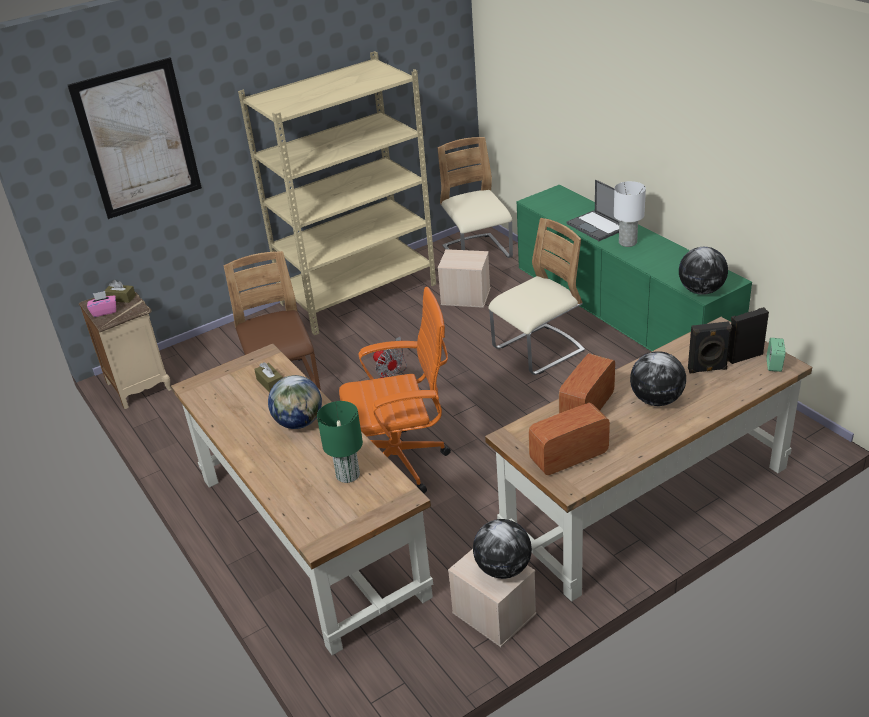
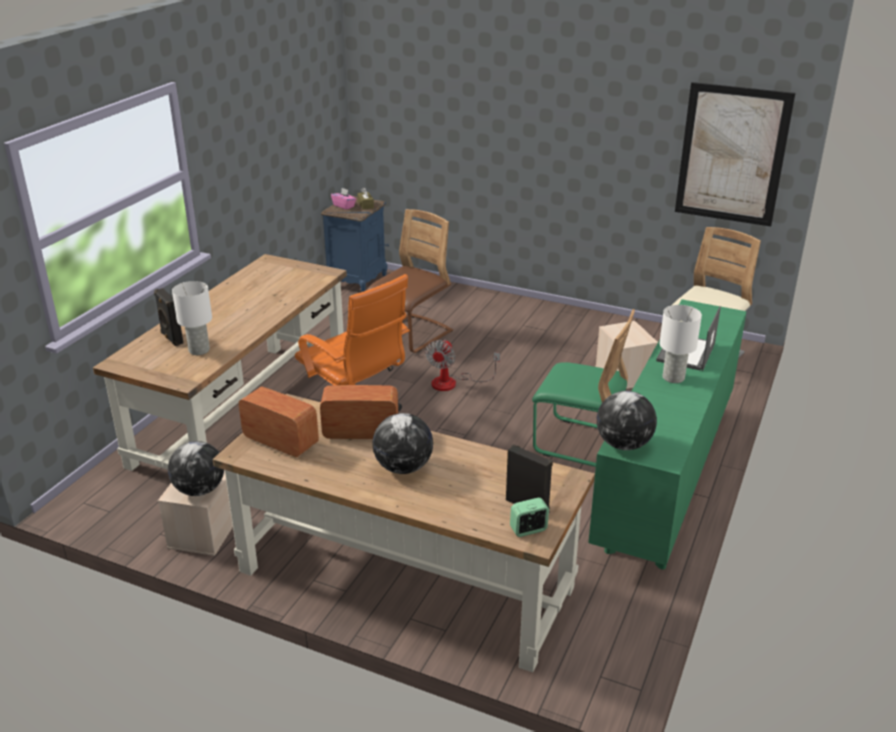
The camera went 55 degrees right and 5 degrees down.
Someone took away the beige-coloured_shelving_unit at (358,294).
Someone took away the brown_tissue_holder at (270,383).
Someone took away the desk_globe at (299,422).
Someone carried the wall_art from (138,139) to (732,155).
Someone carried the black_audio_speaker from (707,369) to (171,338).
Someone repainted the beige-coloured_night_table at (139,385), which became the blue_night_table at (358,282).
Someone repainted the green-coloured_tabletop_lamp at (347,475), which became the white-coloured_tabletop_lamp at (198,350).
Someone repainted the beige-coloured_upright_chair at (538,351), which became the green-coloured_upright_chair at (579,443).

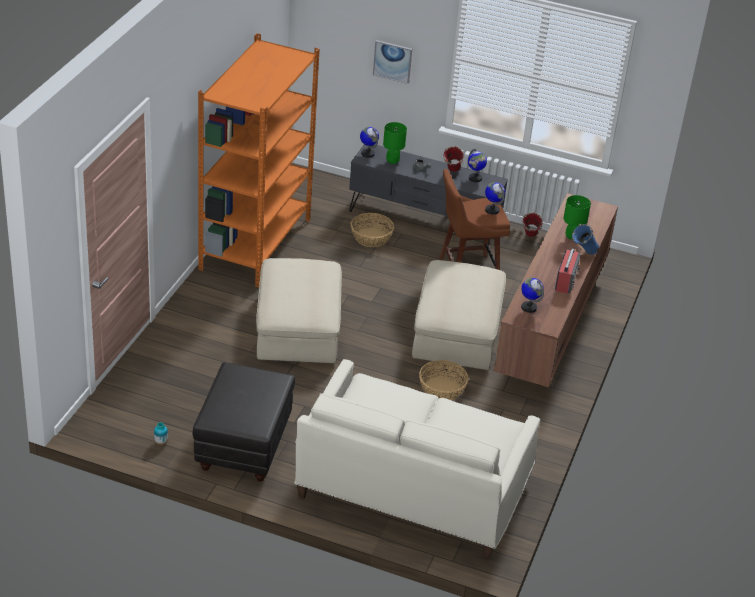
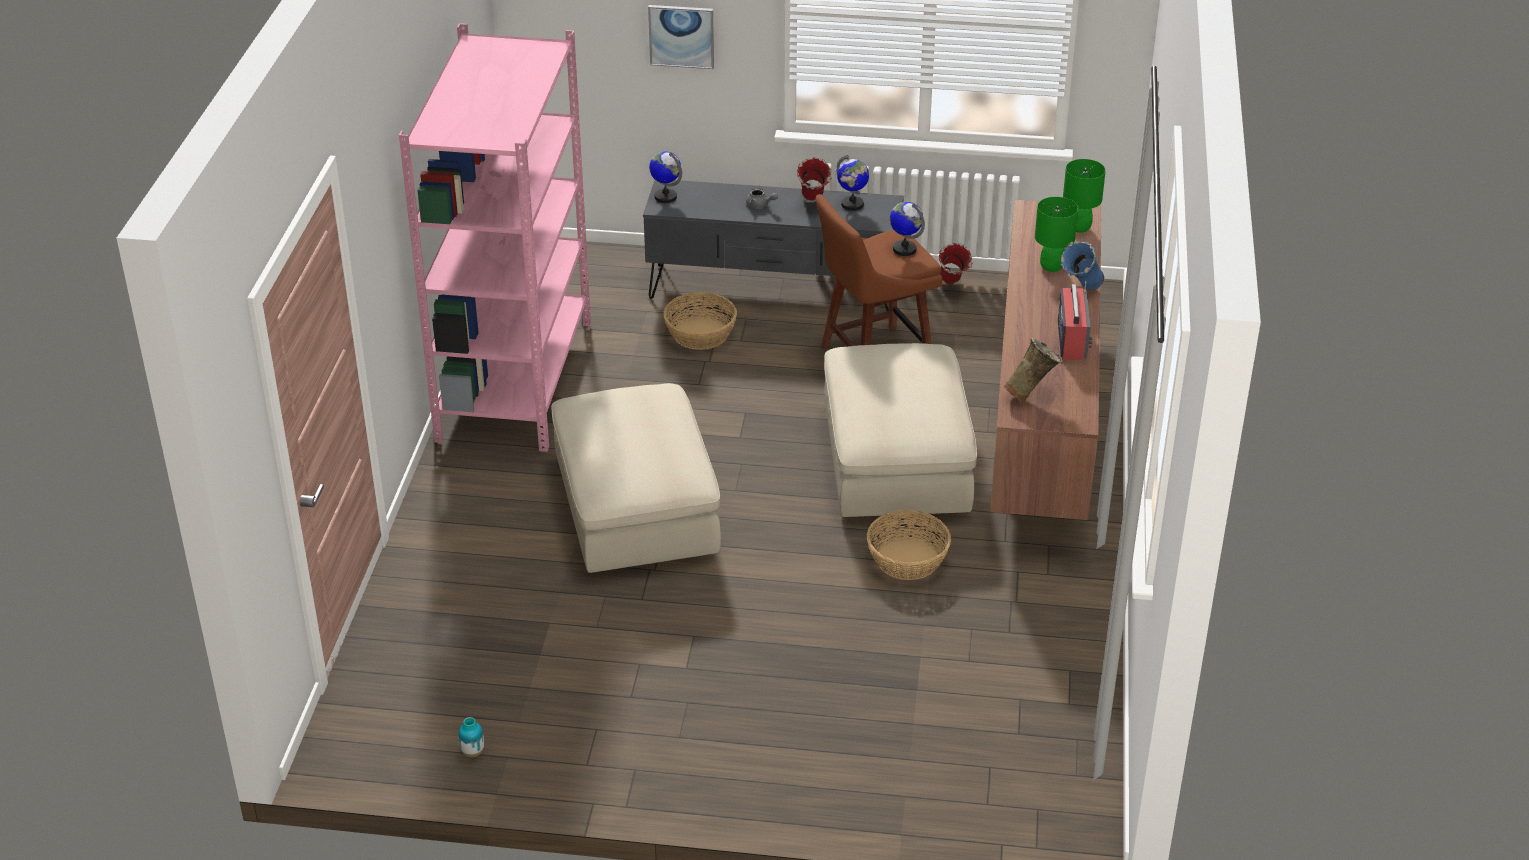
The camera went 10 degrees left and 0 degrees up.
Someone took away the black_footrest at (244,446).
Someone took away the white-coloured_couch at (411,490).
Someone carried the green-coloured_tabletop_lamp from (392,162) to (1079,229).
Someone swapped the desk_globe at (529,307) for the beige-coloured_decorative_vase at (1031,394).
Someone repainted the orangey_shelving_unit at (255,244), which became the pink-coloured_shelving_unit at (515,381).

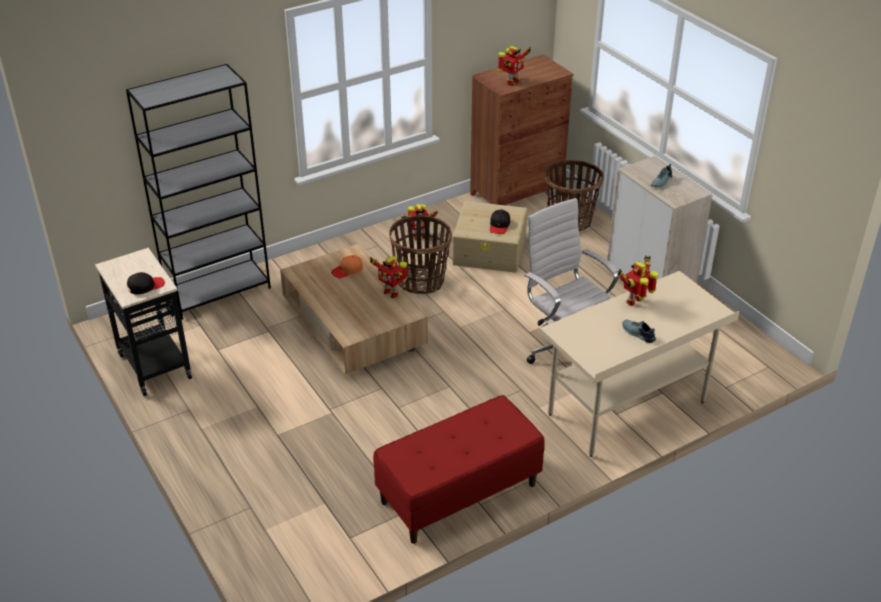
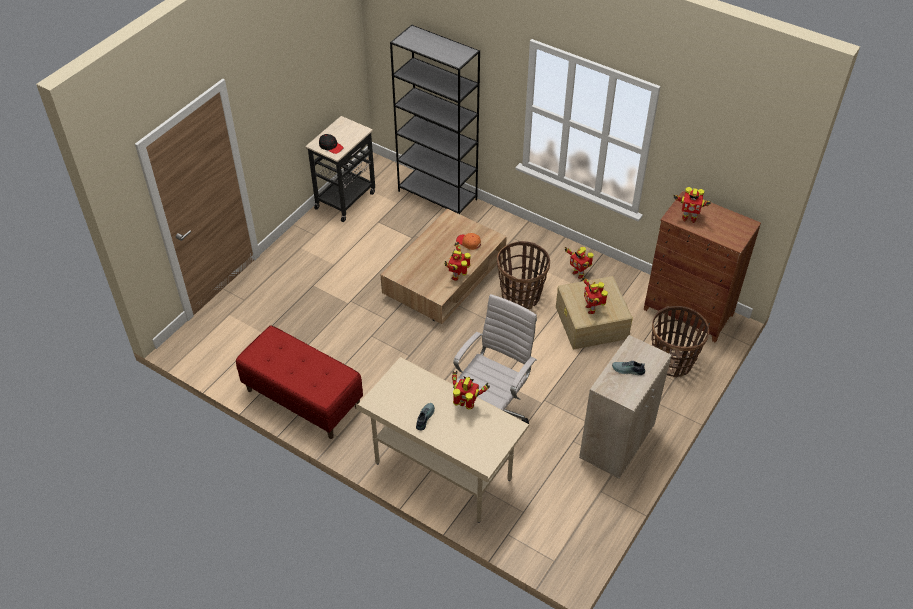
The camera went 65 degrees right and 10 degrees up.
Someone swapped the black_baseball_cap at (499,226) for the model_robot at (591,308).

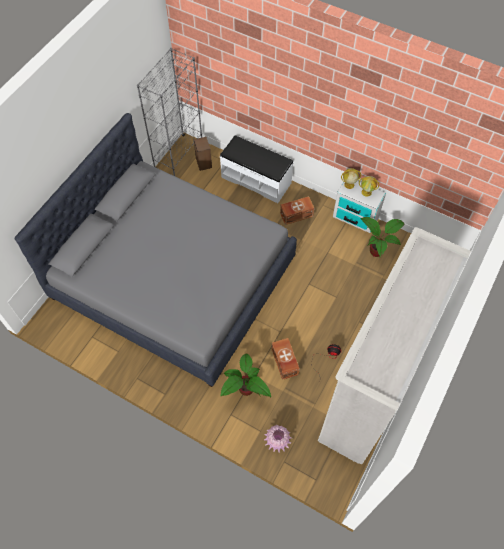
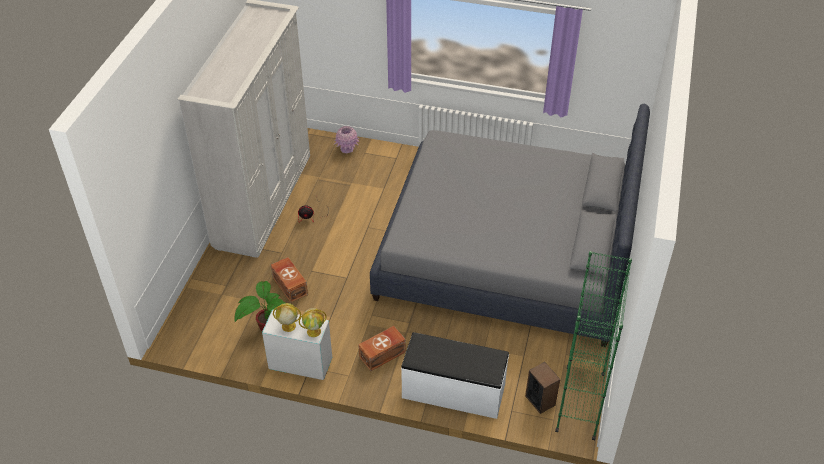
The camera went 165 degrees right and 15 degrees down.
Someone took away the plant_in_a_pot at (244,391).
Someone carried the brown_storage_container from (284,362) to (290,285).
Someone repainted the greyish_shelving_unit at (179,157), which became the green-coloured_shelving_unit at (580,401).

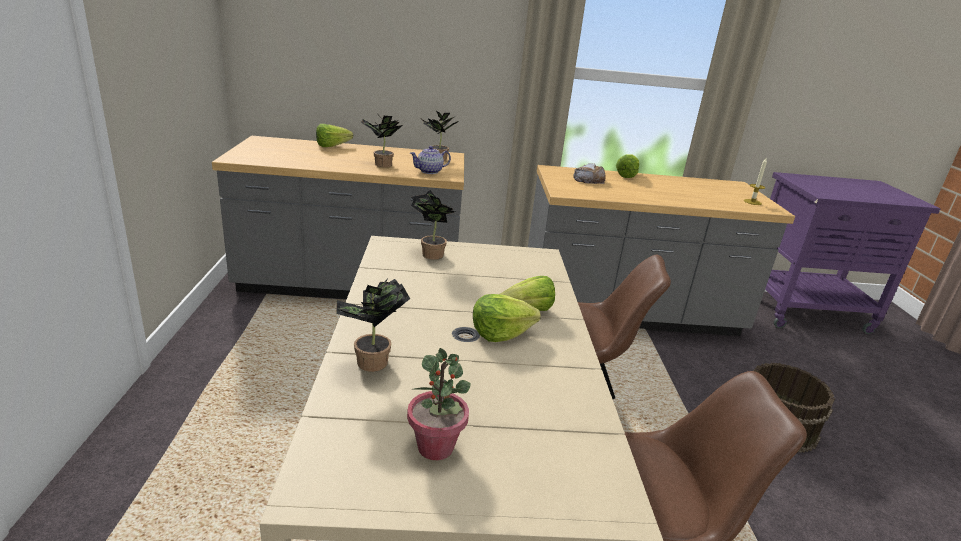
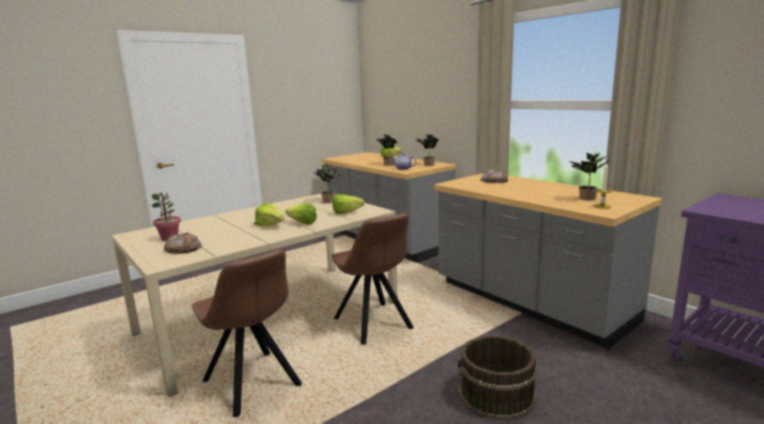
The camera went 55 degrees right and 10 degrees down.
Someone put down the bakery_bread at (183,249).
Someone carried the plant_in_a_pot from (371,365) to (586,199).
Someone carried the head_of_lettuce from (628,175) to (349,212).

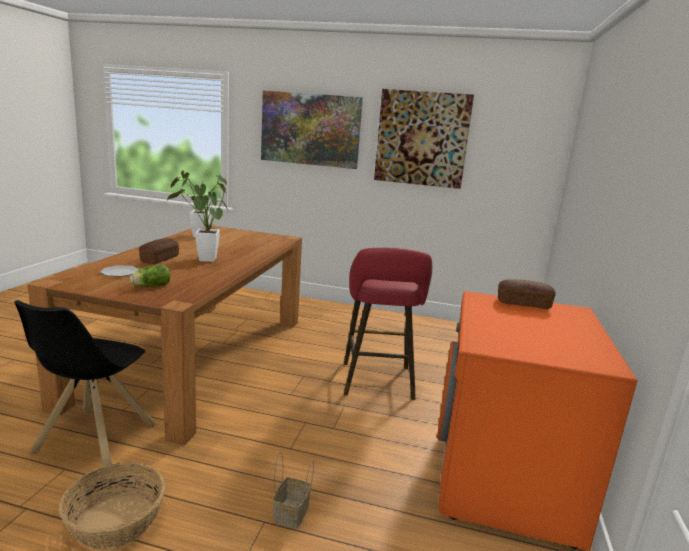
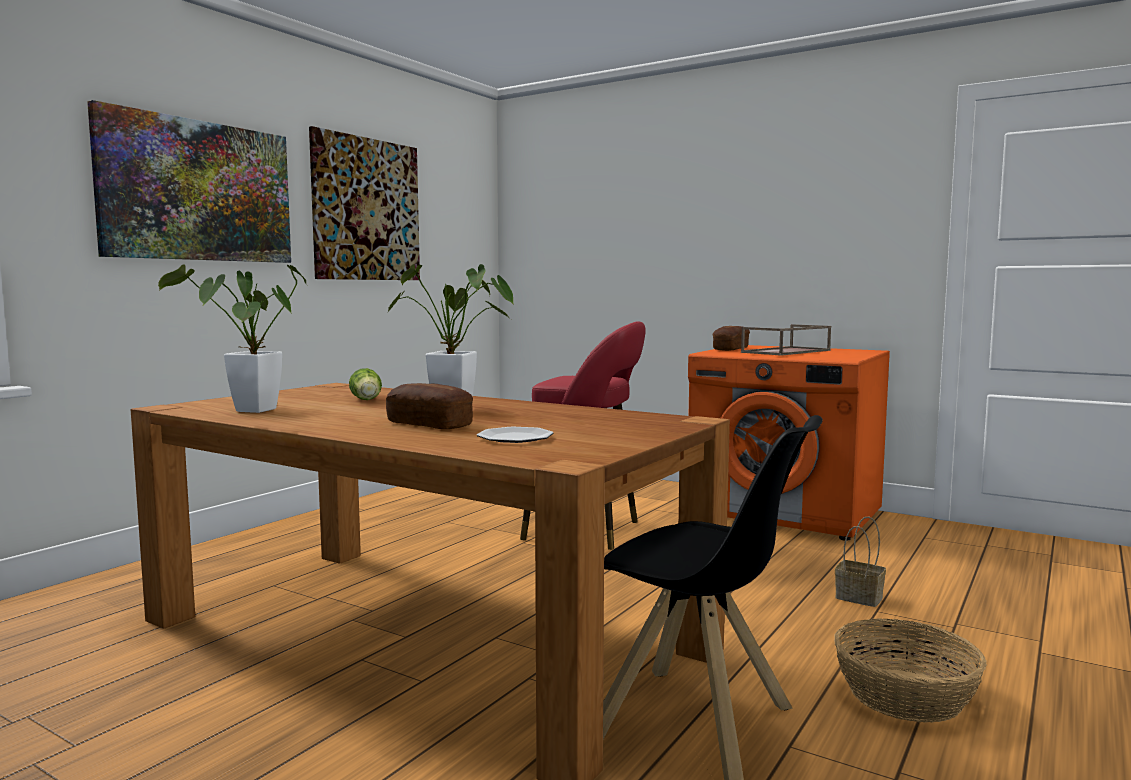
The camera went 70 degrees left and 10 degrees down.
Someone put down the brown_tray at (786,351).
Someone carried the head_of_lettuce from (150,286) to (366,400).

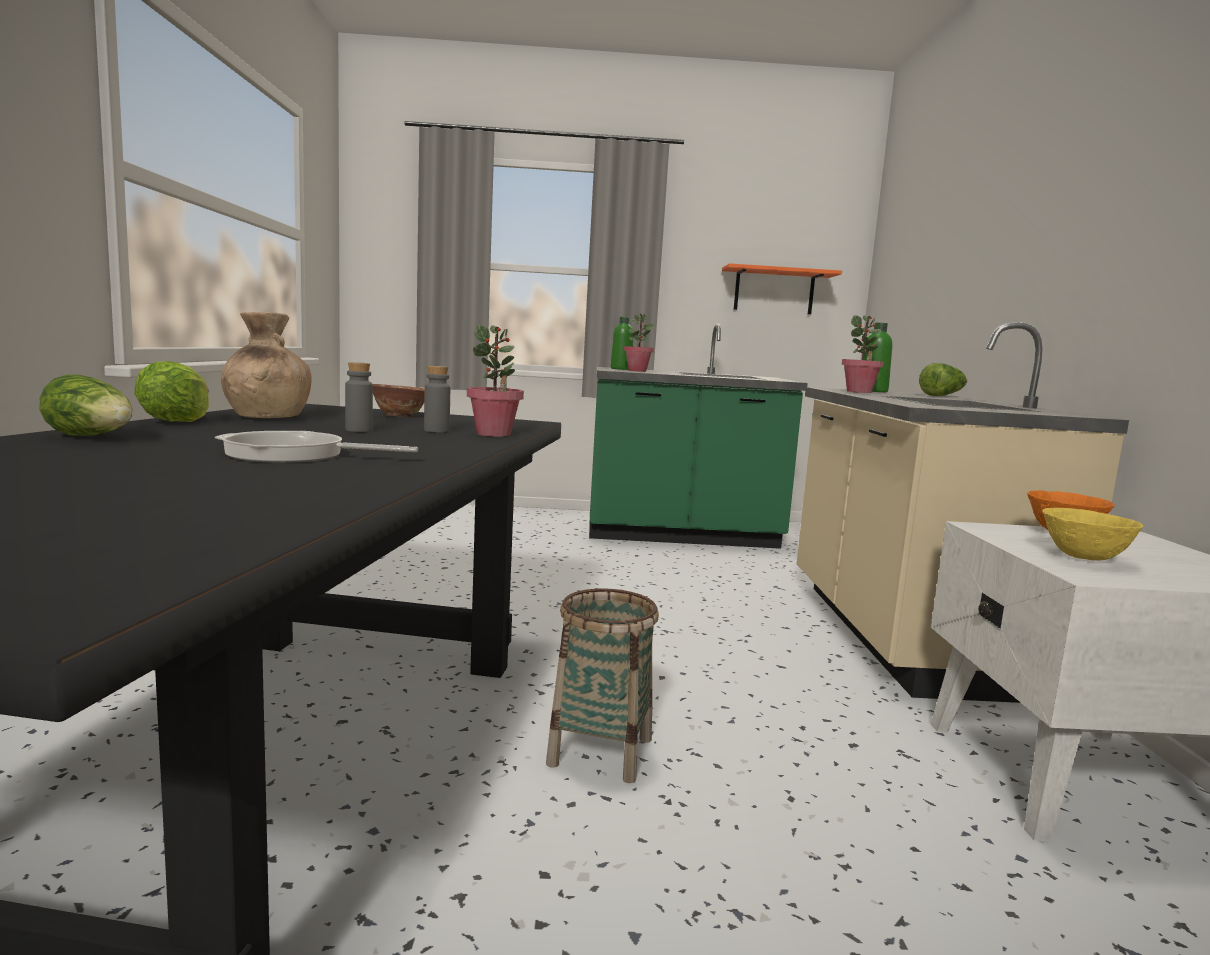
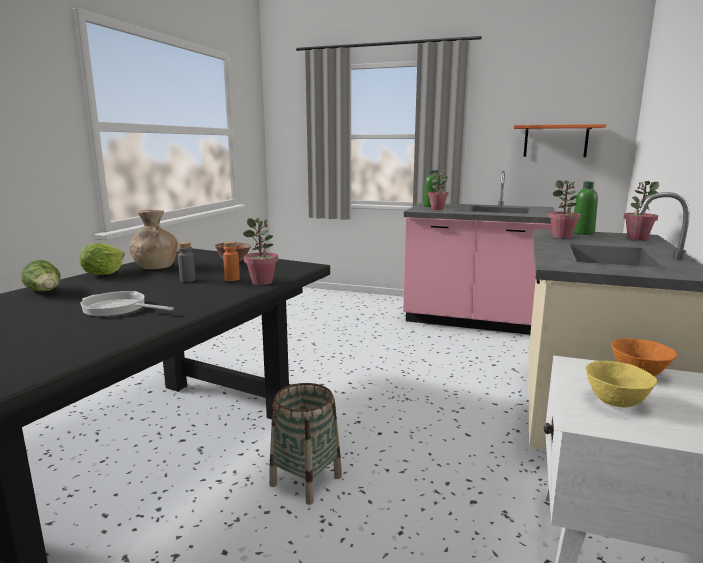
The camera went 20 degrees right and 5 degrees up.
Someone swapped the head_of_lettuce at (942,396) for the plant_in_a_pot at (637,238).
Someone repainted the greyish_beverage_bottle at (436,431), which became the orangey_beverage_bottle at (232,279).
Someone repainted the green-coloured_counter at (681,534), which became the pink-coloured_counter at (473,320).

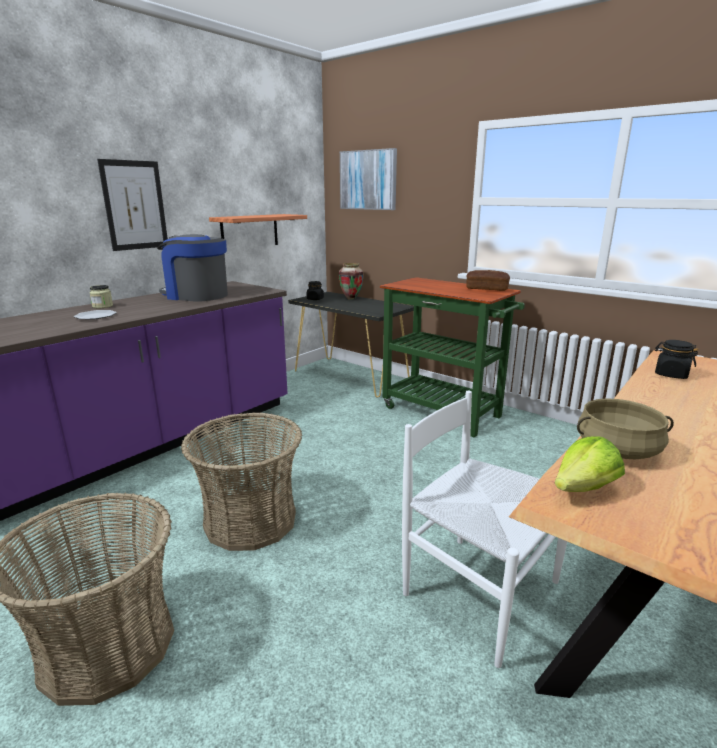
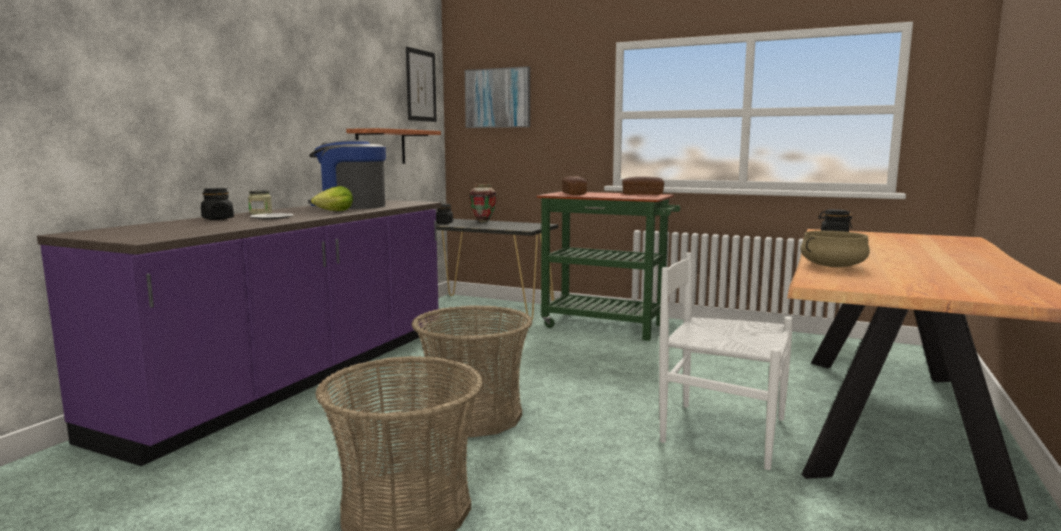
The camera went 15 degrees left and 10 degrees down.
Someone put down the black_jar at (218,219).
Someone put down the bakery_bread at (574,194).
Someone carried the wall_art from (134,205) to (421,85).
Someone carried the head_of_lettuce from (584,489) to (334,211).

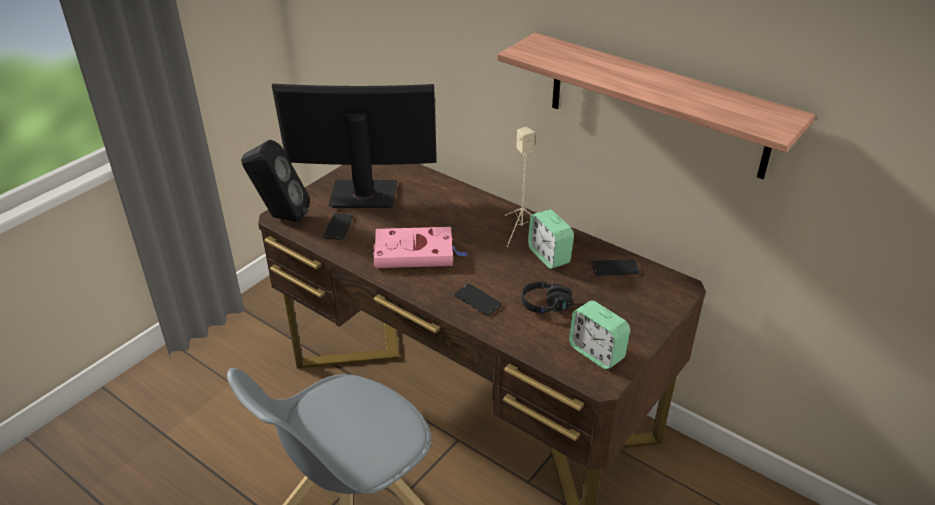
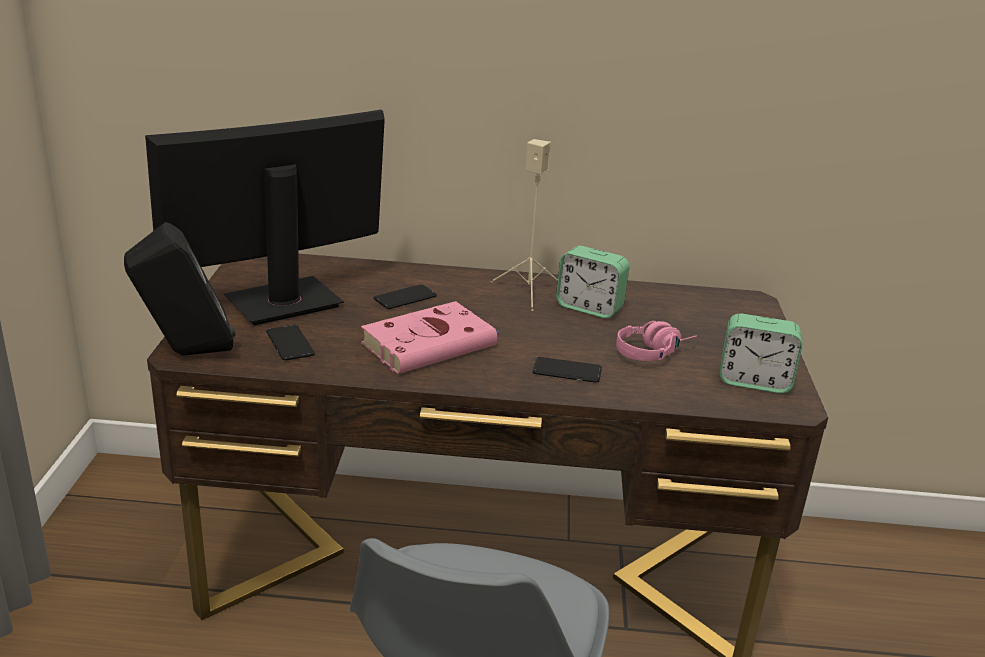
The camera went 35 degrees left and 10 degrees down.
Someone took away the shelf at (657,105).
Someone carried the handset from (615,268) to (405,298).
Someone repainted the black_headset at (552,305), which became the pink-coloured_headset at (654,352).

